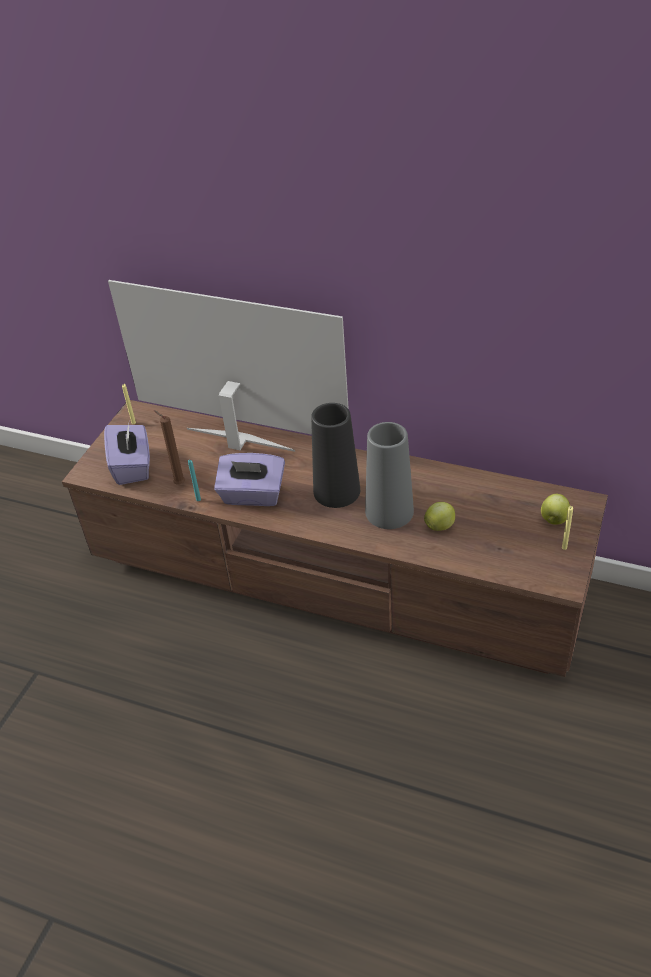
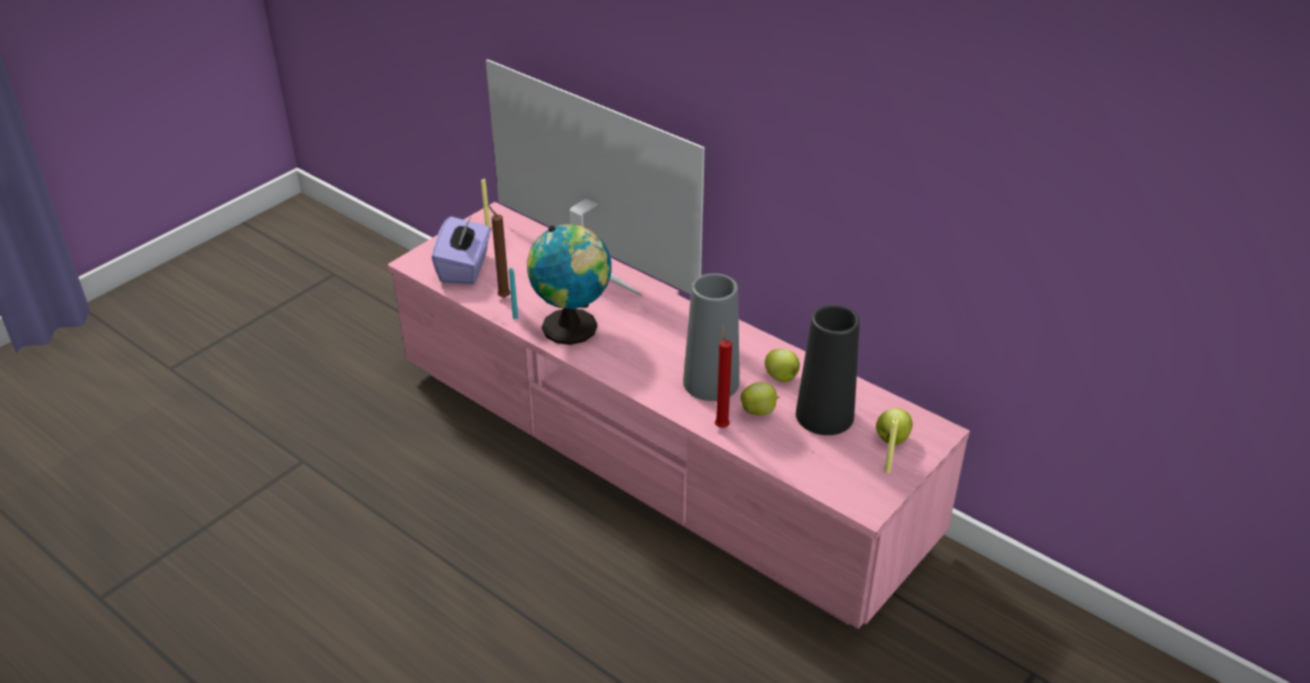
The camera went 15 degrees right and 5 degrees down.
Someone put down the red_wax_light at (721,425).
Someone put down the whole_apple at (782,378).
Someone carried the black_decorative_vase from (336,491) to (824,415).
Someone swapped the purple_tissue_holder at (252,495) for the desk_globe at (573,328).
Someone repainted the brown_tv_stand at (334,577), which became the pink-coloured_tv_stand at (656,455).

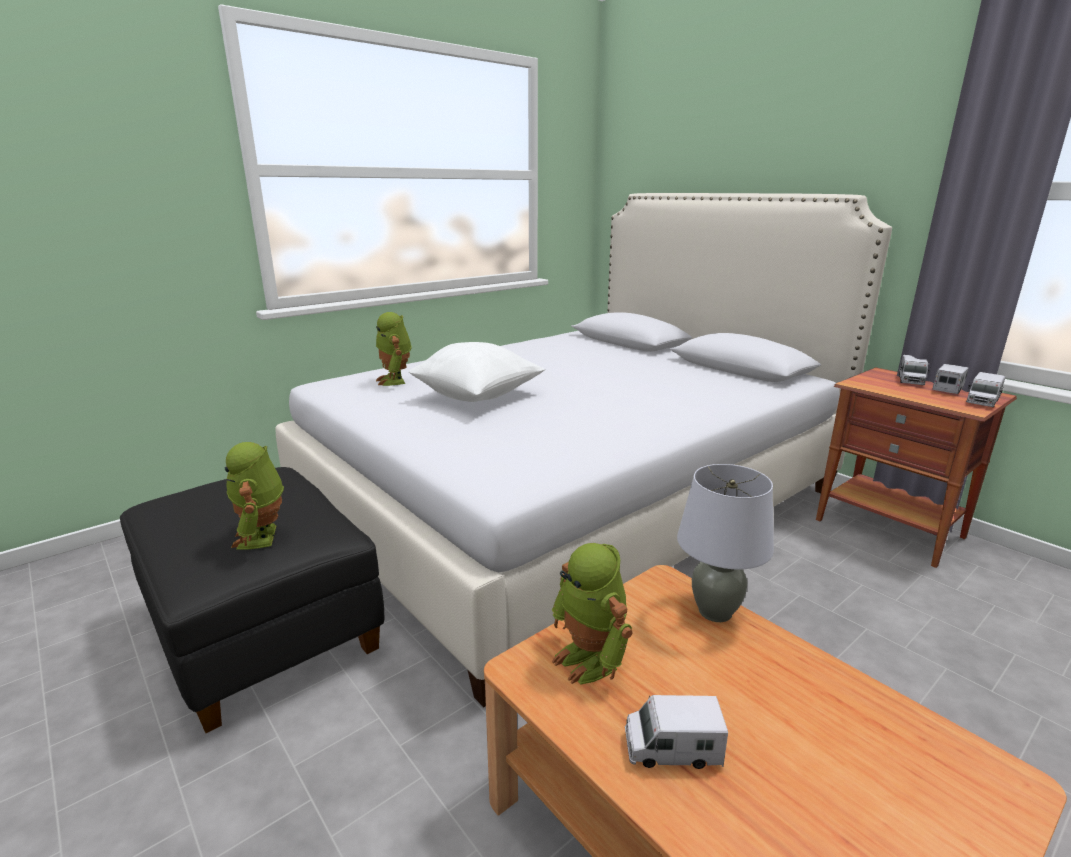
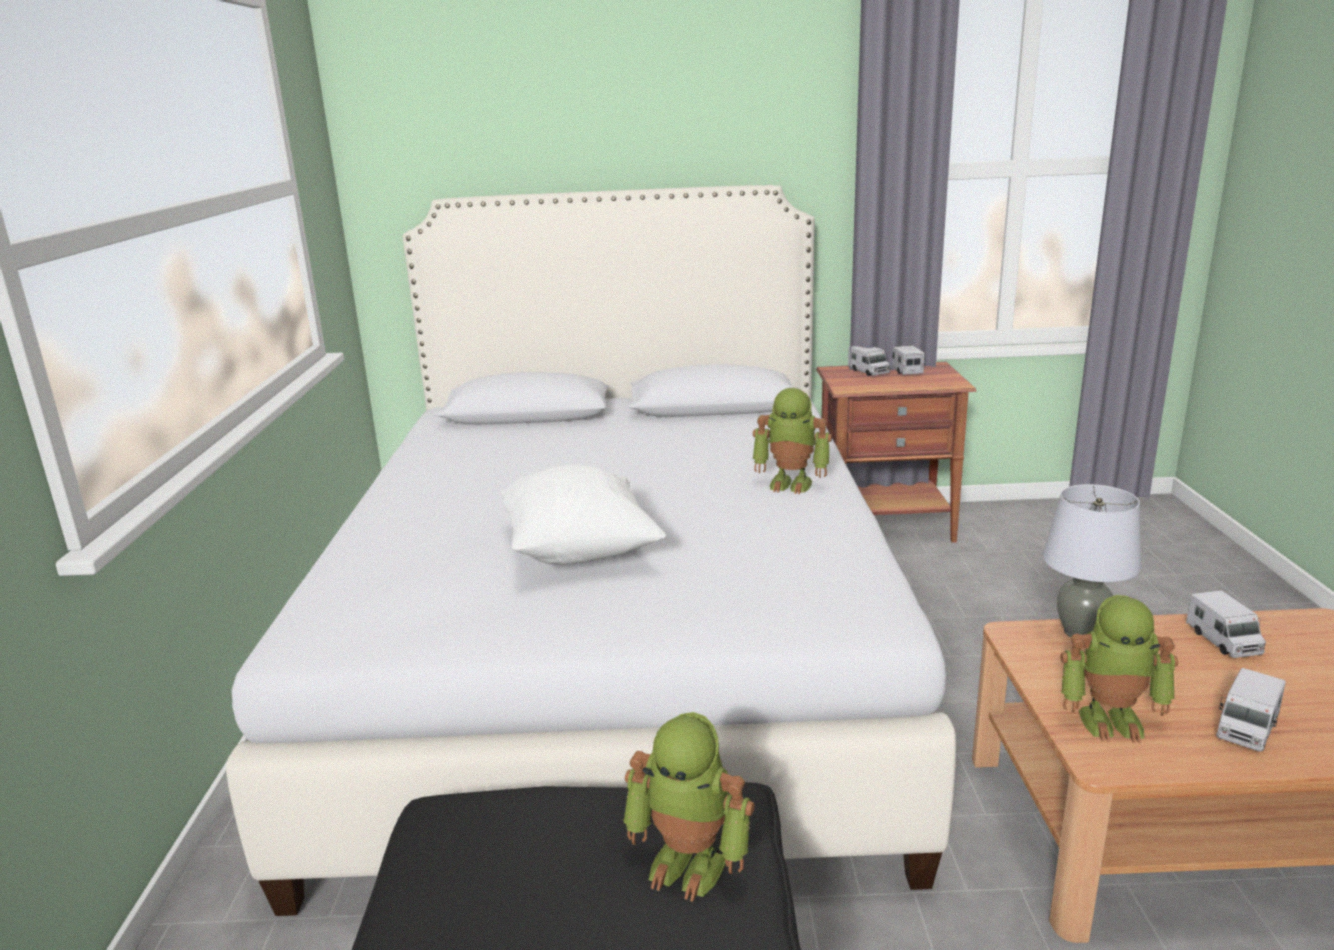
The camera went 50 degrees left and 0 degrees up.
Someone carried the model_robot from (395,381) to (791,483).
Someone carried the model_truck from (982,401) to (1223,641).

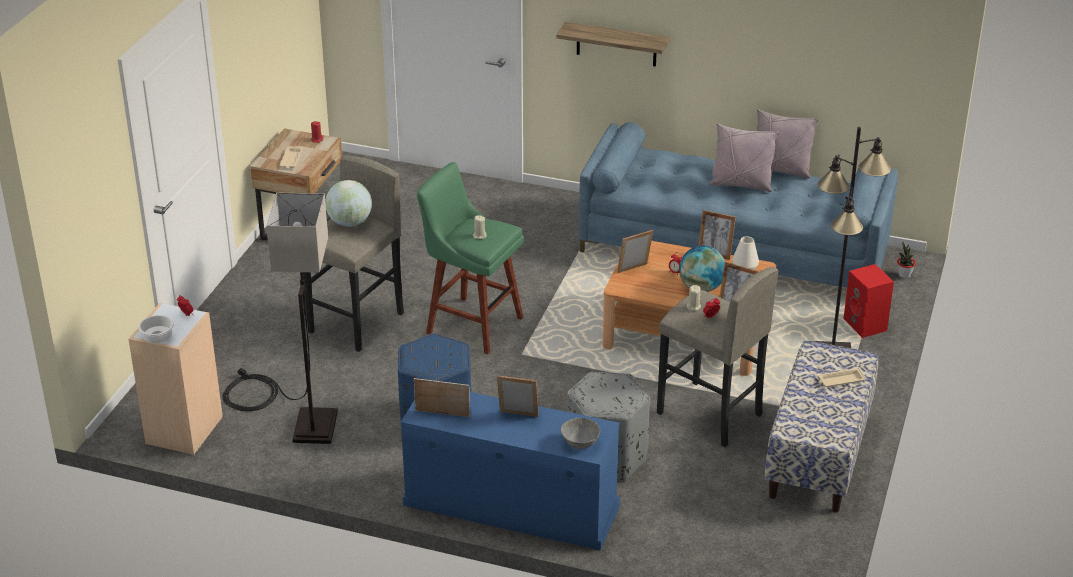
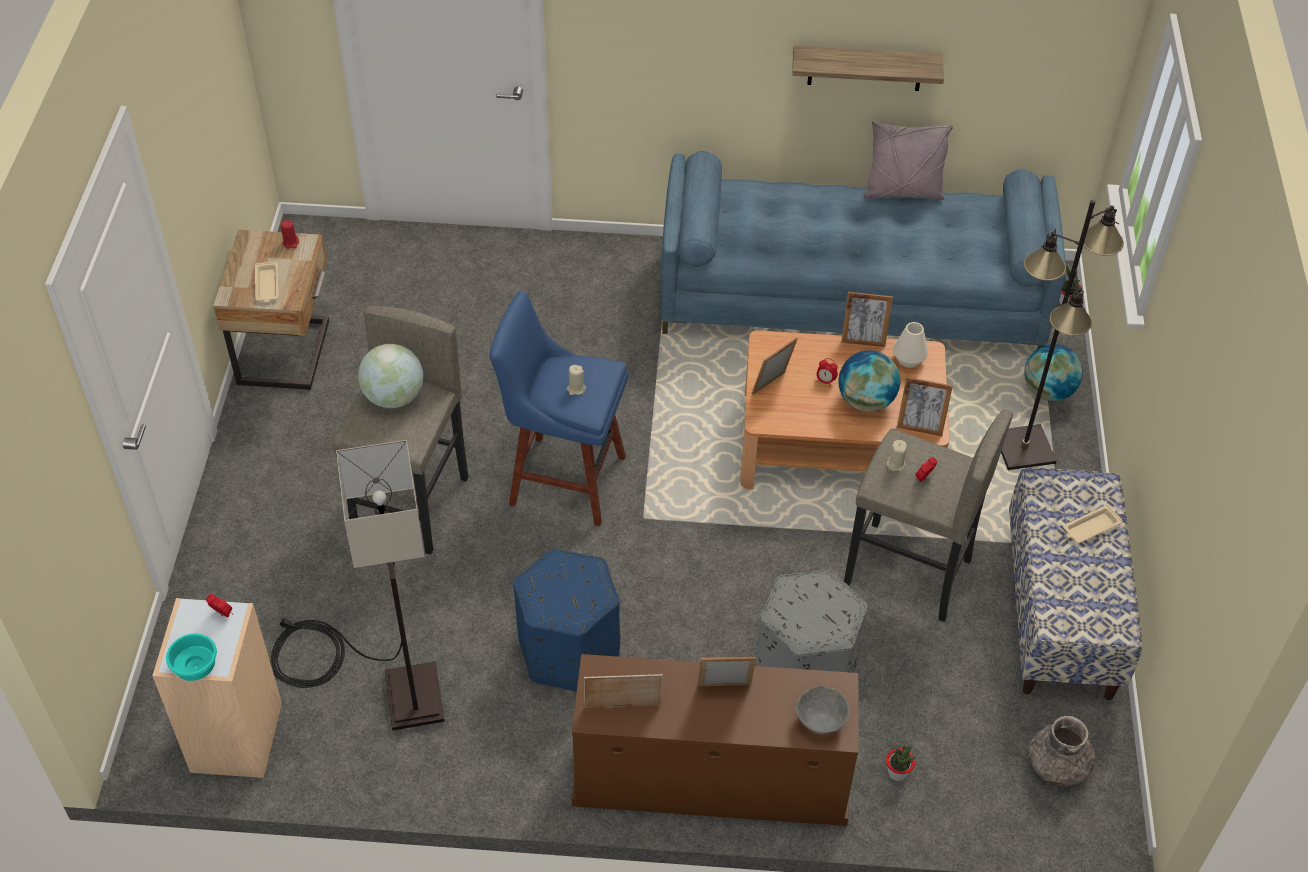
The camera went 15 degrees left and 15 degrees up.
Someone took away the purple_pillow at (741,185).
Someone put down the plant_in_a_pot at (897,773).
Someone put down the greyish_decorative_vase at (1057,765).
Someone carried the shelf from (616,44) to (865,68).
Someone swapped the red_audio_speaker at (866,325) for the desk_globe at (1048,391).
Someone repainted the white-coloured_serving_bowl at (158,338), which became the turquoise_serving_bowl at (196,665).
Someone repainted the blue_tv_stand at (510,505), which became the brown_tv_stand at (709,775).
Someone repainted the green-coloured_stool_seat at (473,324), which became the blue_stool_seat at (564,479).

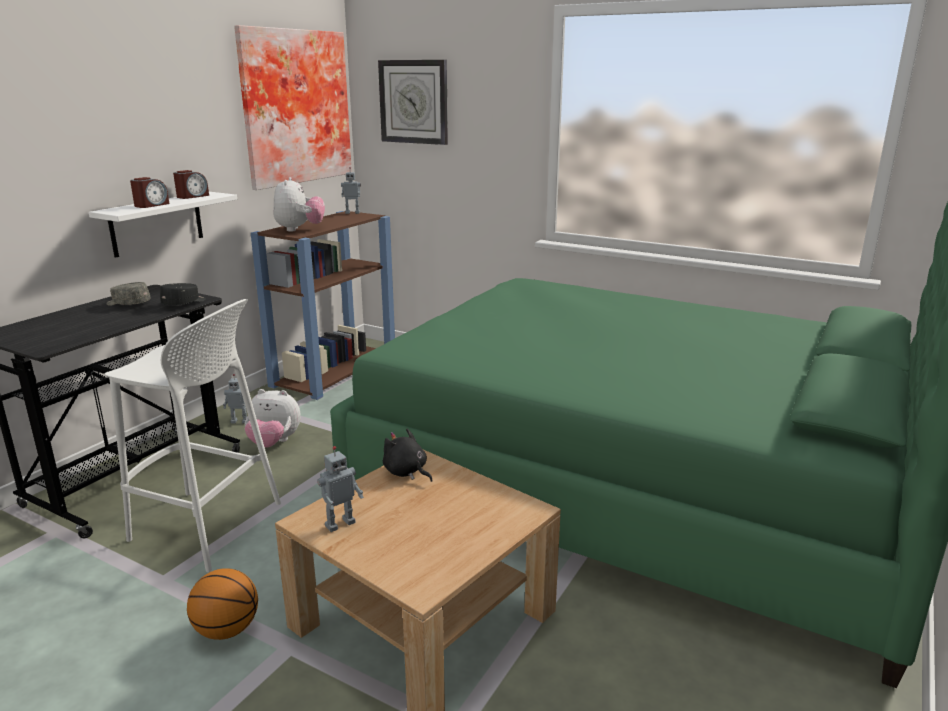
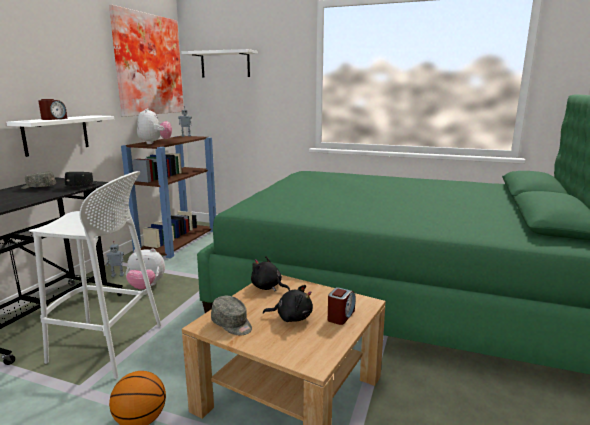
The camera went 10 degrees left and 5 degrees down.
Someone put down the black_cuddly_toy at (291,317).
Someone carried the table_clock from (192,196) to (341,316).
Someone swapped the model_robot at (339,523) for the greyish_baseball_cap at (232,324).
Someone swapped the wall_clock at (414,102) for the white-coloured_shelf at (225,64).

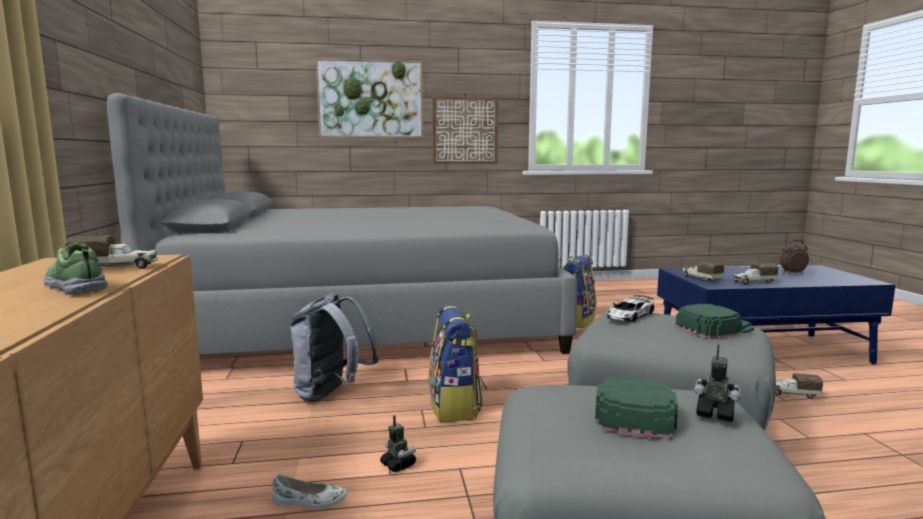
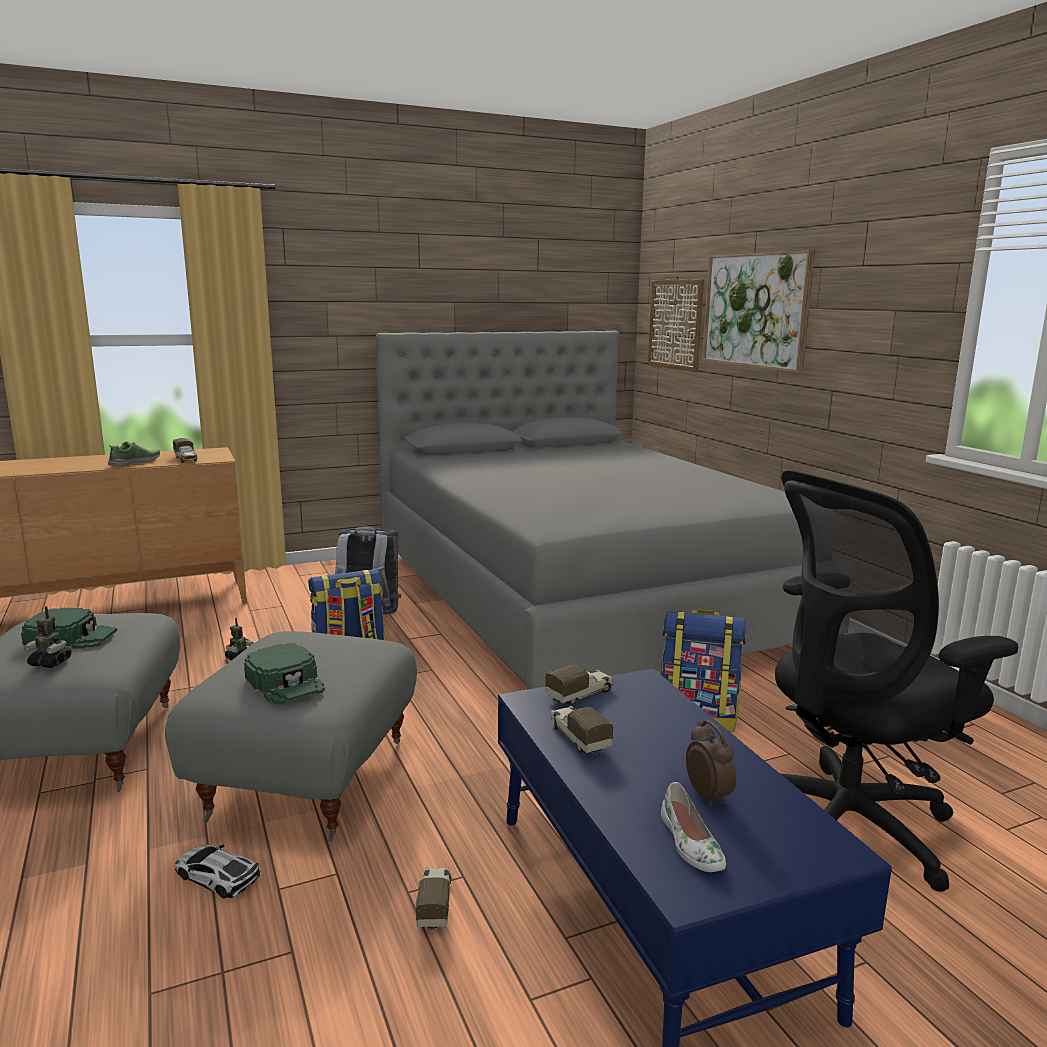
The camera went 75 degrees right and 5 degrees up.
Someone put down the black_desk_chair at (854,820).
Someone carried the white-coloured_low_shoe from (309,501) to (690,843).
Someone carried the wall_art from (465,129) to (675,323).
Someone carried the model_car from (630,315) to (217,876).
Someone rotated the model_robot at (715,414) by 90 degrees clockwise.

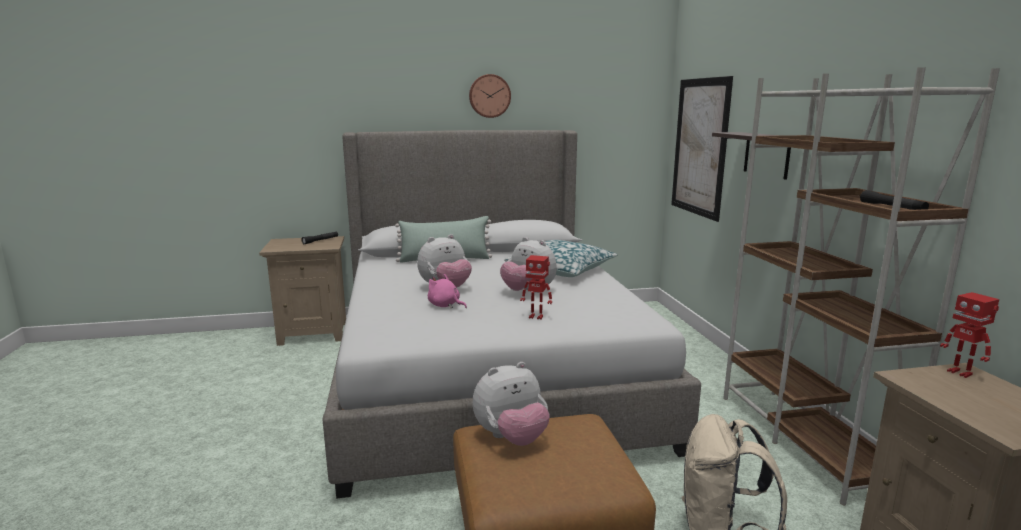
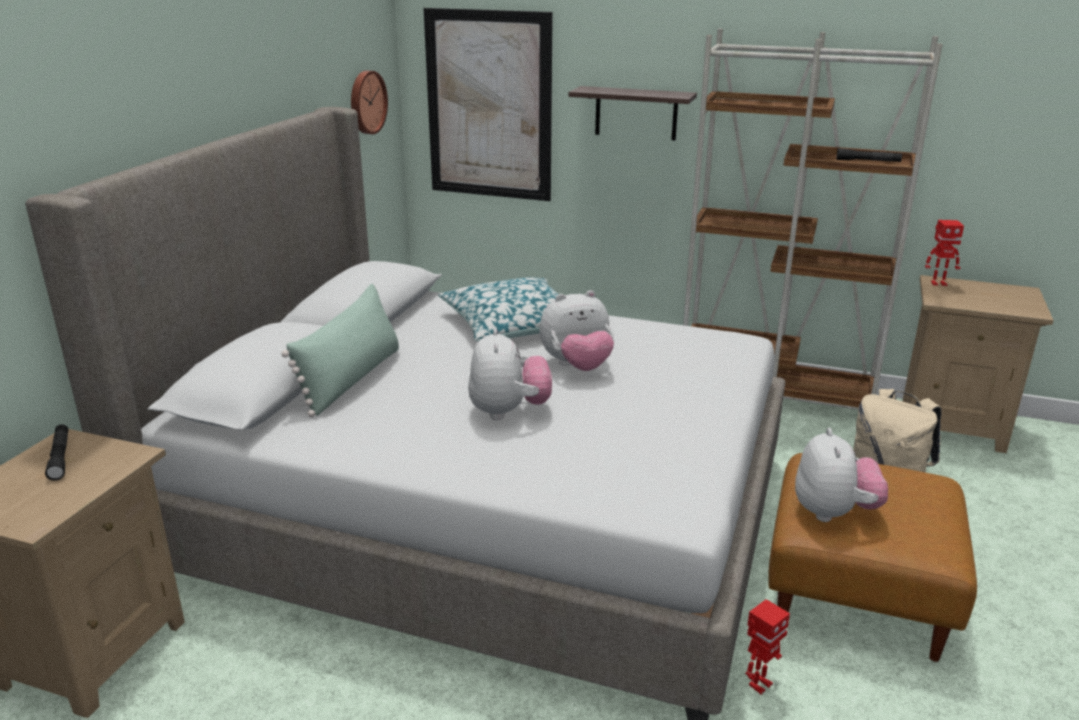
The camera went 60 degrees left and 10 degrees up.
Someone took away the pink-coloured_cuddly_toy at (445,305).
Someone carried the wall_clock from (489,96) to (366,102).
Someone carried the model_robot from (536,316) to (759,684).

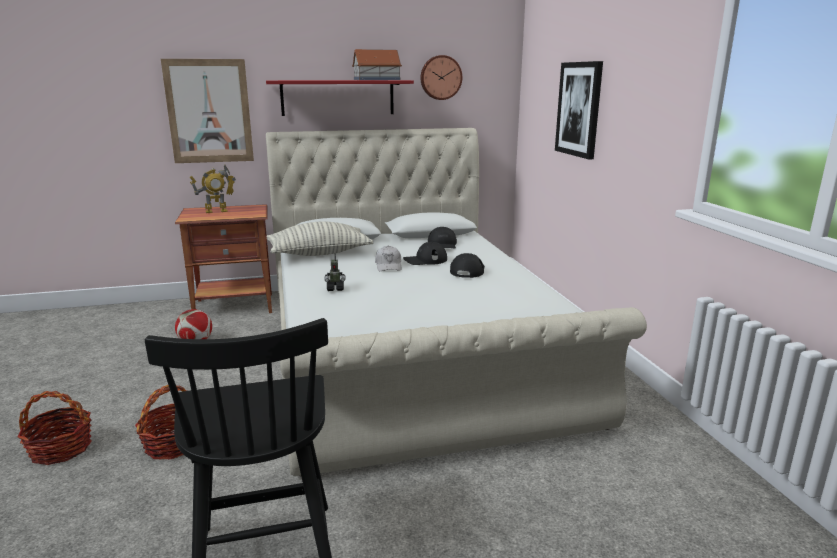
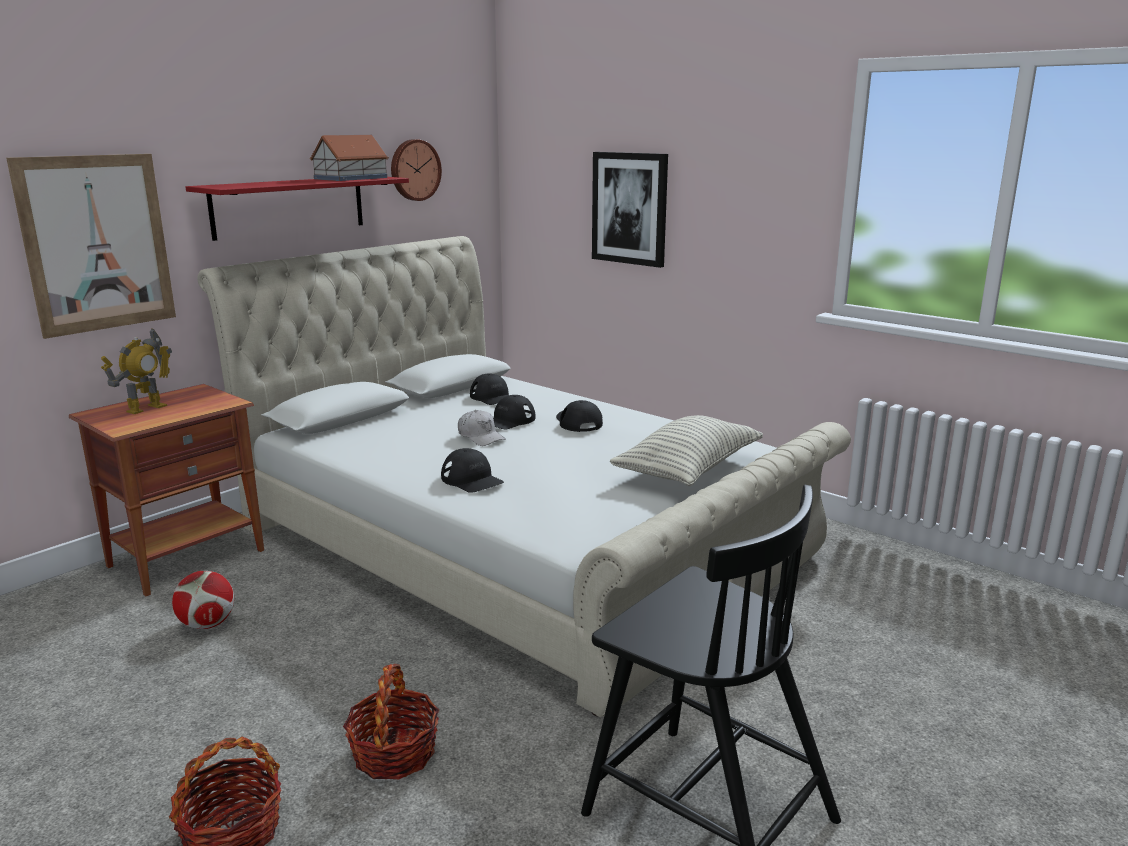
The camera went 35 degrees left and 0 degrees up.
Someone carried the pillow from (319,254) to (688,470).
Someone swapped the model_robot at (335,289) for the black_baseball_cap at (472,480).

